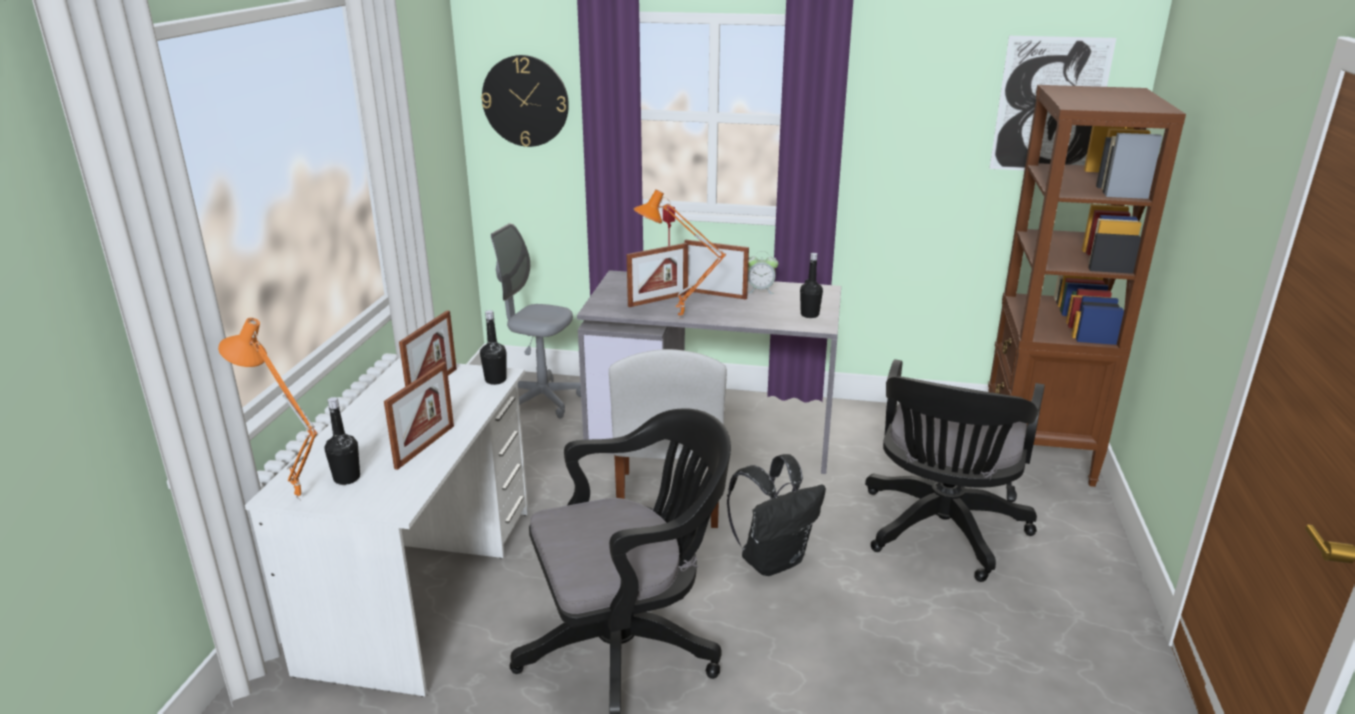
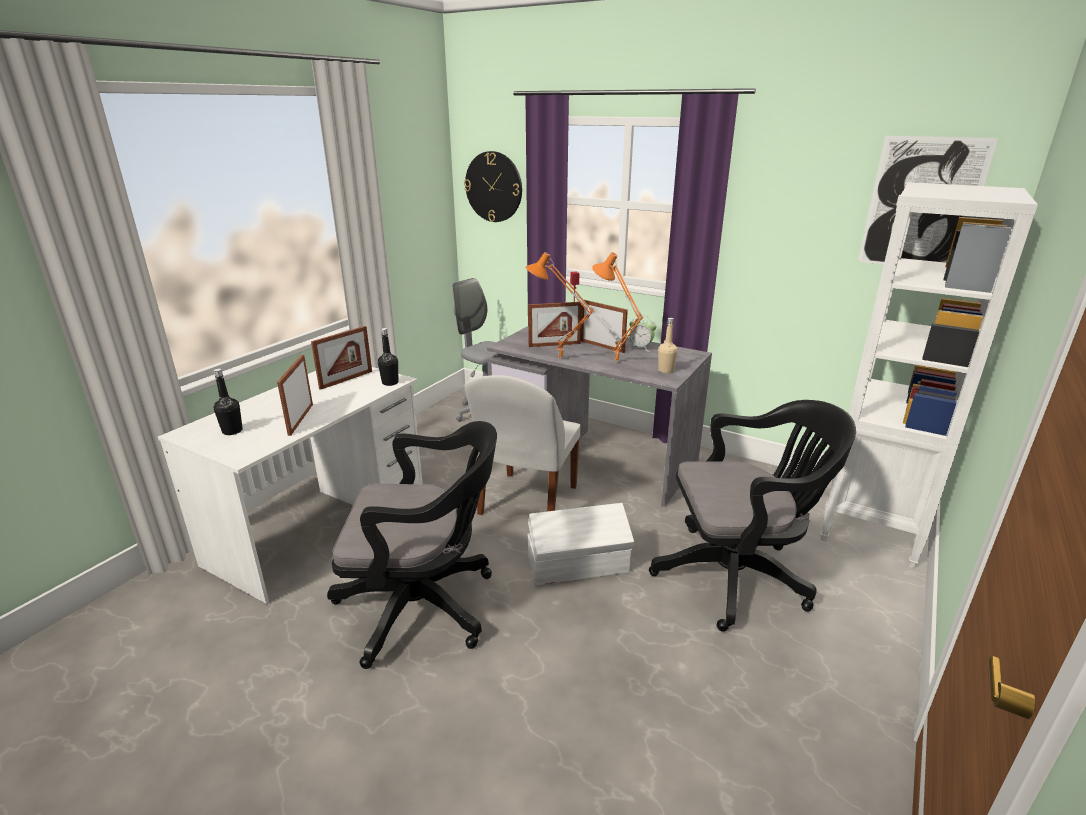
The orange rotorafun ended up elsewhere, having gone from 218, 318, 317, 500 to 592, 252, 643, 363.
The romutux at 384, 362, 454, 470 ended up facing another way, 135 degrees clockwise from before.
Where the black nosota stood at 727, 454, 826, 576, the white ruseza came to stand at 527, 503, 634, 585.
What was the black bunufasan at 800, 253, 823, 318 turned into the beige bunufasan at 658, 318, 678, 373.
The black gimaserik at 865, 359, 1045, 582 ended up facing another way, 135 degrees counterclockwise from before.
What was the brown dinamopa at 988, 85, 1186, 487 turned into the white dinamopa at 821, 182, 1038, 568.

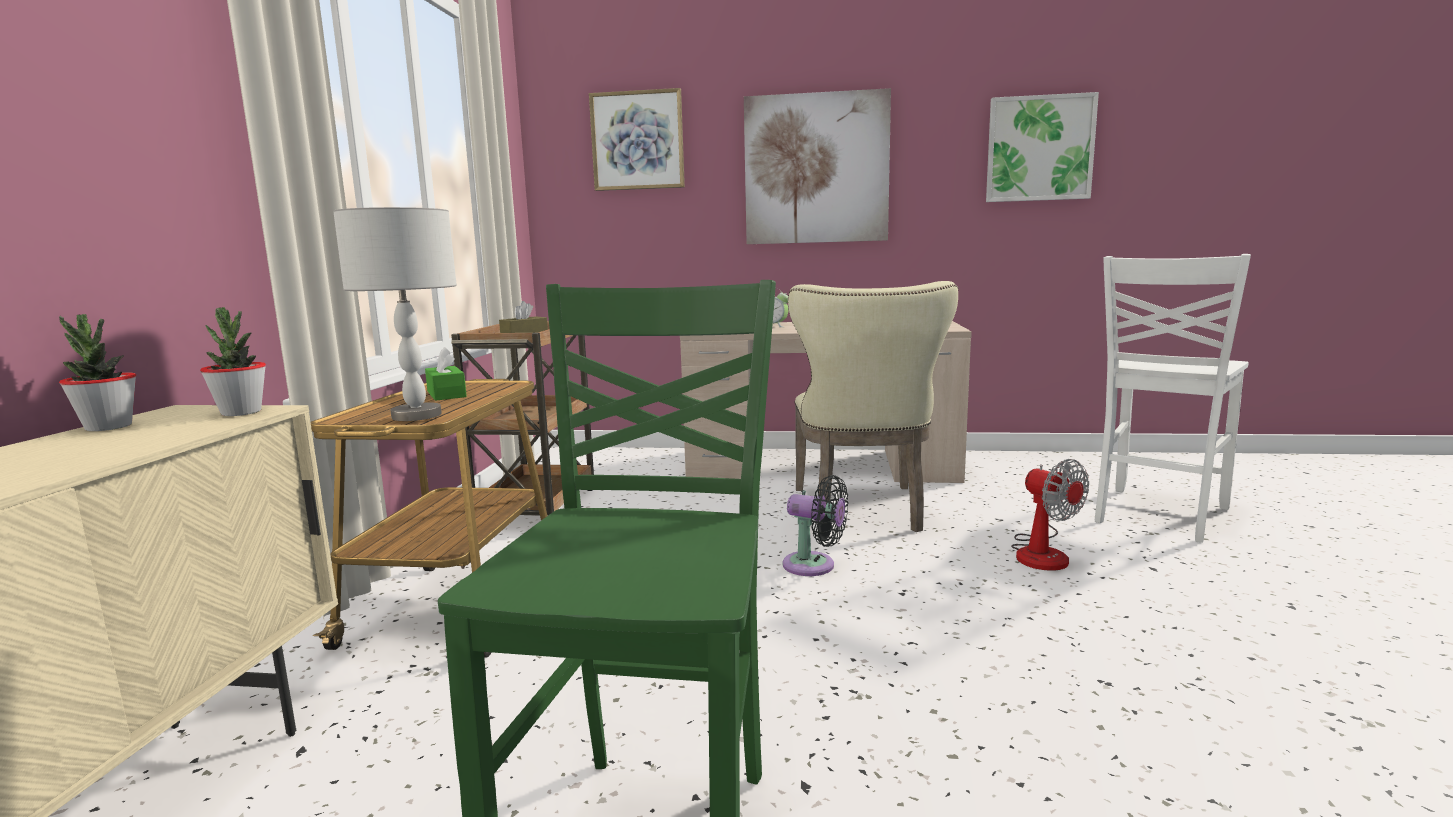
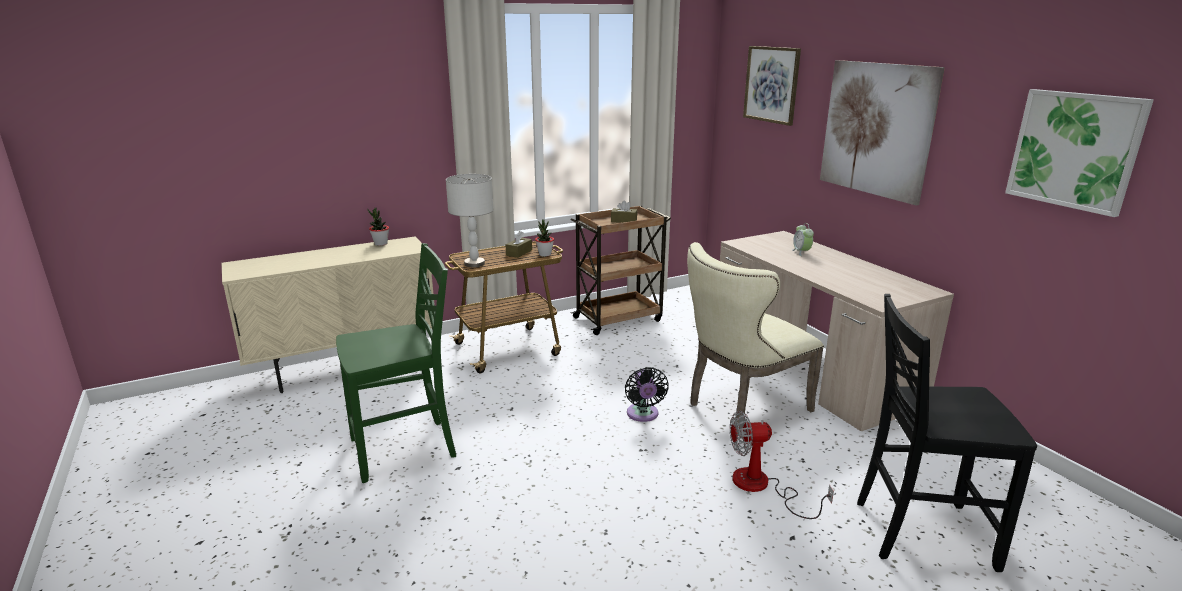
The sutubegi ended up elsewhere, having gone from 200, 307, 266, 416 to 535, 219, 554, 257.
What was the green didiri at 425, 347, 467, 401 turned into the brown didiri at 506, 231, 532, 258.
The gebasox at 1011, 459, 1089, 571 ended up facing another way, 60 degrees clockwise from before.
What was the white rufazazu at 1095, 254, 1251, 543 turned into the black rufazazu at 857, 294, 1037, 572.

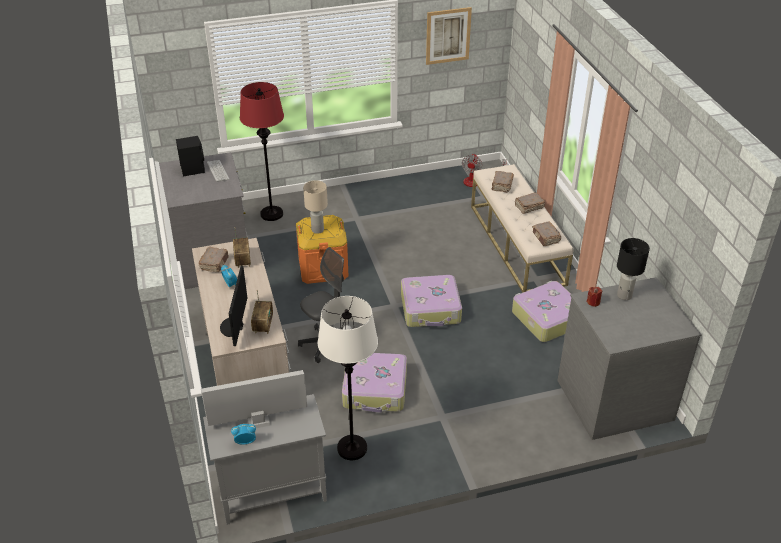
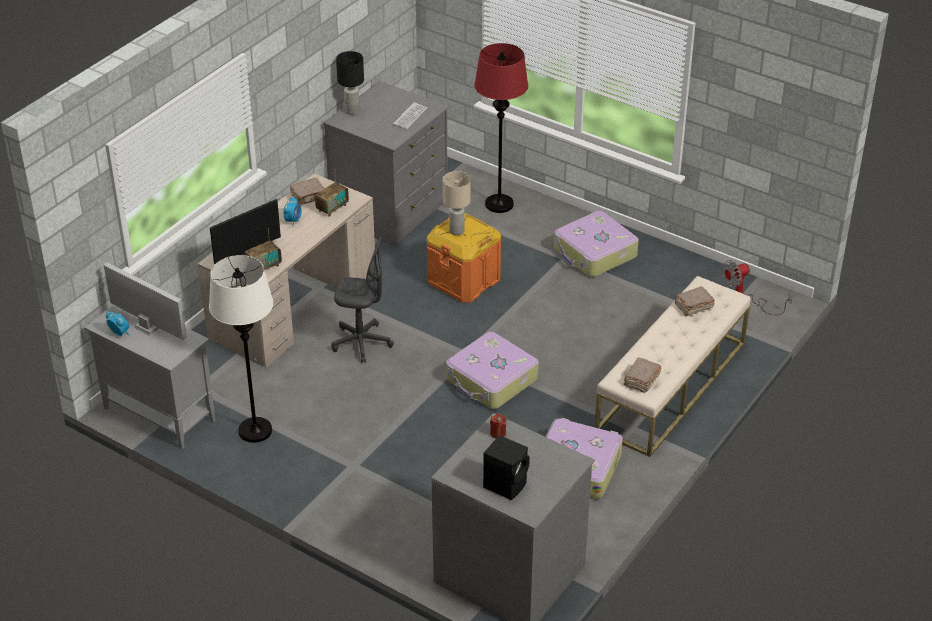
The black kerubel ended up elsewhere, having gone from 176, 136, 205, 176 to 483, 435, 530, 500.
The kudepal ended up elsewhere, having gone from 342, 353, 407, 413 to 554, 211, 639, 277.
The second view lost the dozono at 426, 7, 472, 65.
The second view lost the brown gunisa at 515, 192, 545, 214.
The black rotorafun ended up elsewhere, having gone from 617, 238, 650, 300 to 336, 51, 364, 115.

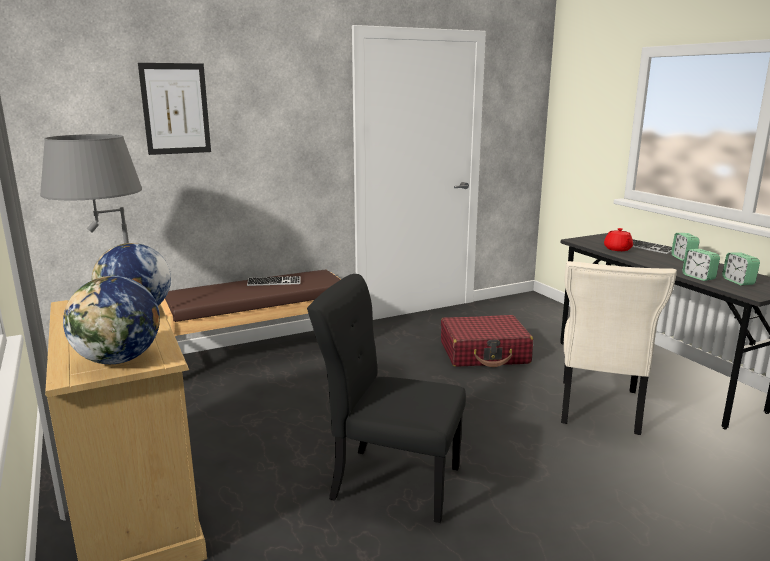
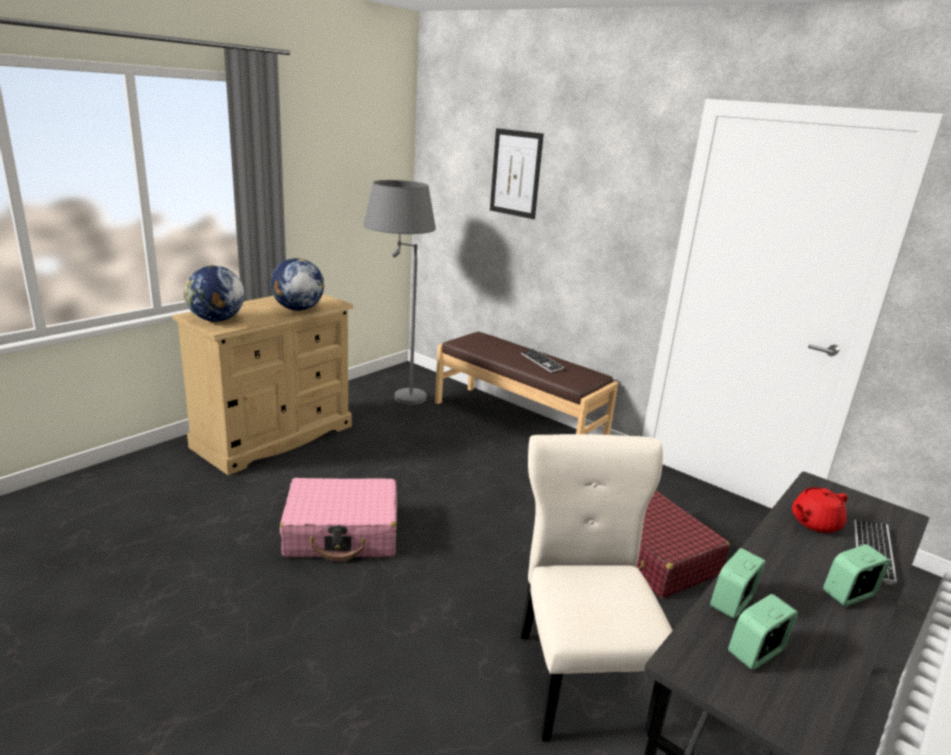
Where the black rufazazu stood at 307, 274, 466, 523, the pink kudepal came to stand at 280, 478, 397, 561.
The beige rufazazu at 561, 261, 677, 435 ended up facing another way, 90 degrees clockwise from before.

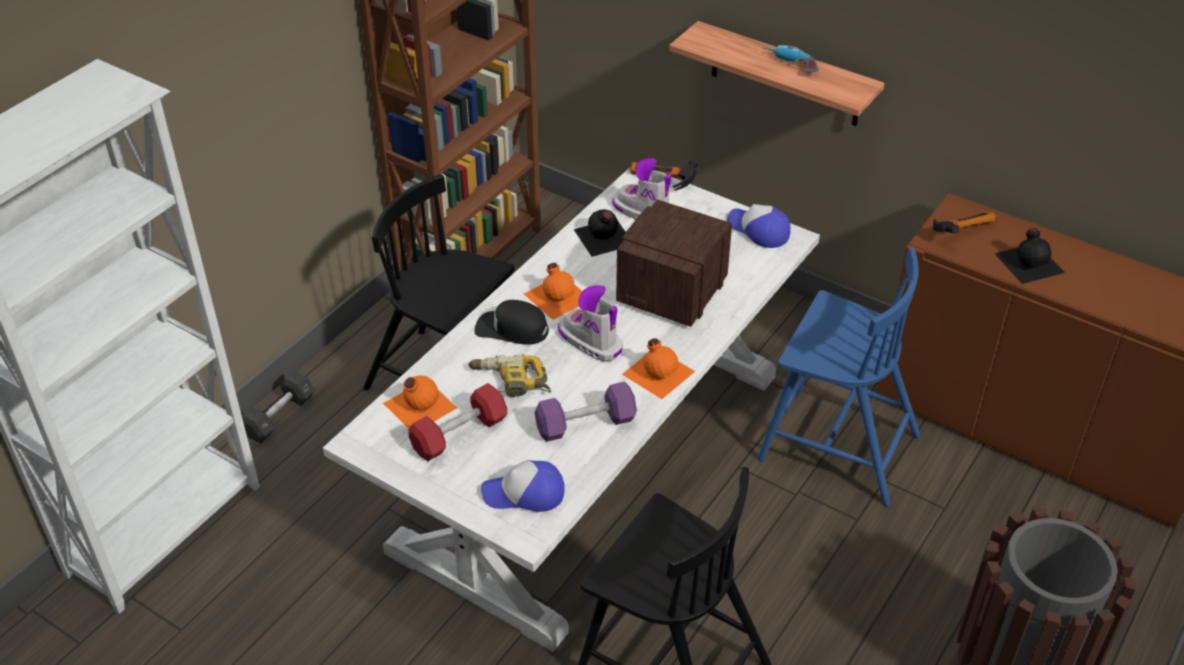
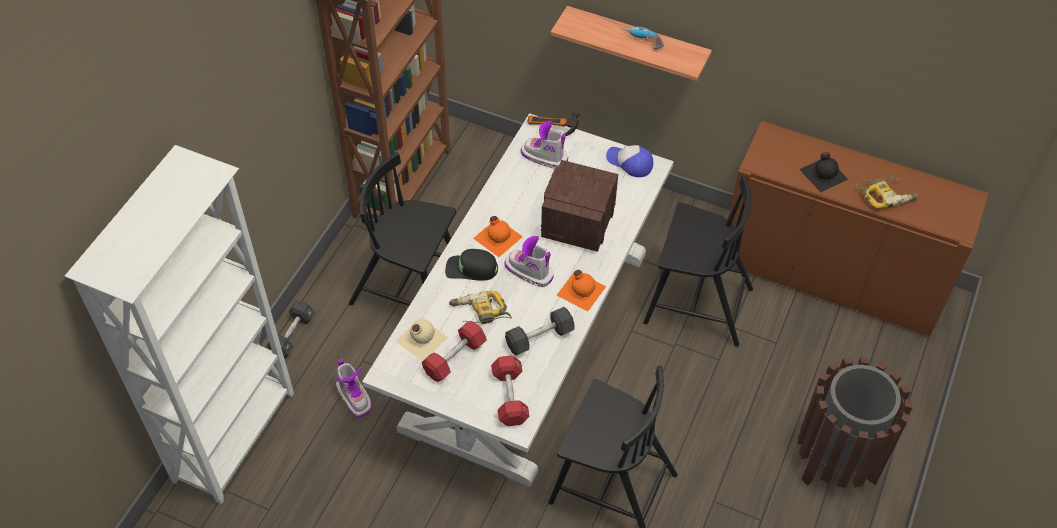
What was the orange bunufasan at 383, 375, 457, 429 turned into the beige bunufasan at 396, 318, 448, 361.
Where the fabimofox stood at 481, 460, 565, 512, the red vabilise came to stand at 491, 356, 530, 426.
What was the purple vabilise at 535, 381, 637, 442 turned into the black vabilise at 505, 307, 575, 355.
The second view lost the black bunufasan at 573, 209, 625, 257.
What was the blue rufazazu at 757, 247, 921, 506 turned into the black rufazazu at 643, 176, 753, 347.
The second view lost the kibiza at 933, 212, 996, 233.
The second view gained the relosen at 336, 359, 372, 418.
The second view gained the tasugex at 855, 178, 919, 209.

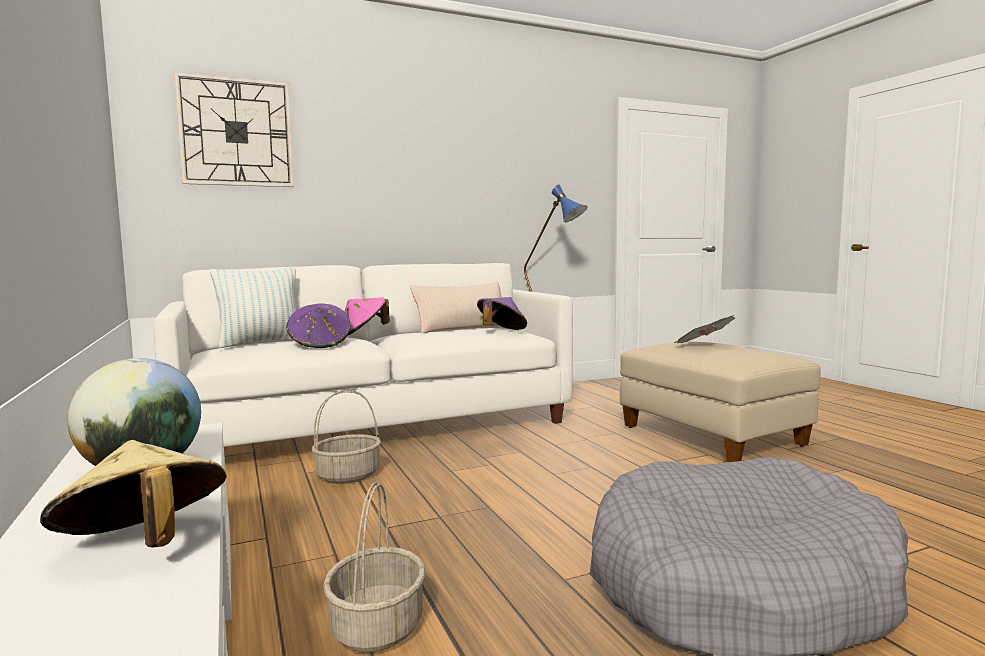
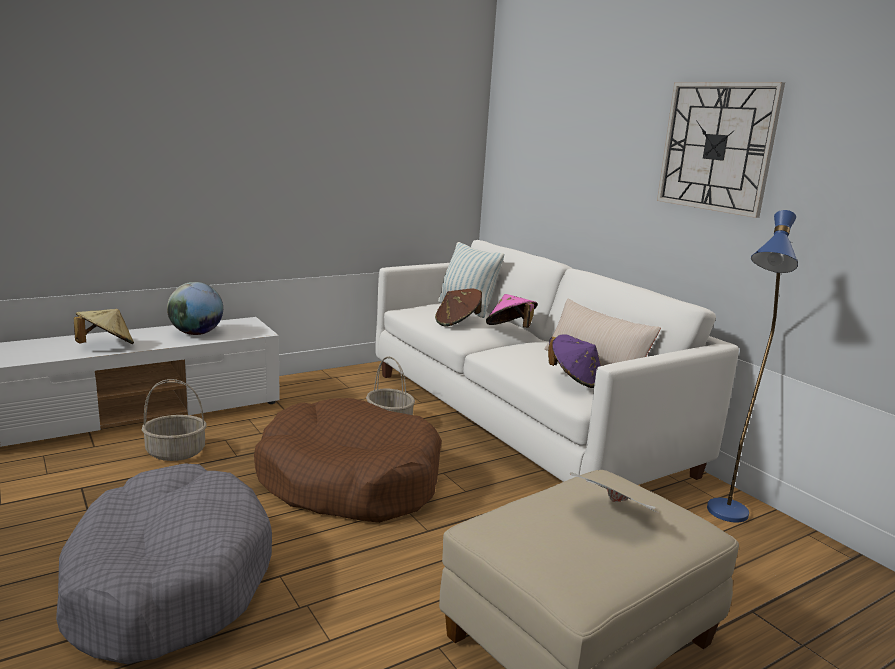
The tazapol ended up elsewhere, having gone from 174, 72, 294, 187 to 657, 82, 785, 218.
What was the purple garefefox at 286, 304, 351, 348 turned into the brown garefefox at 435, 288, 482, 327.
The second view gained the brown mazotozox at 254, 398, 442, 523.

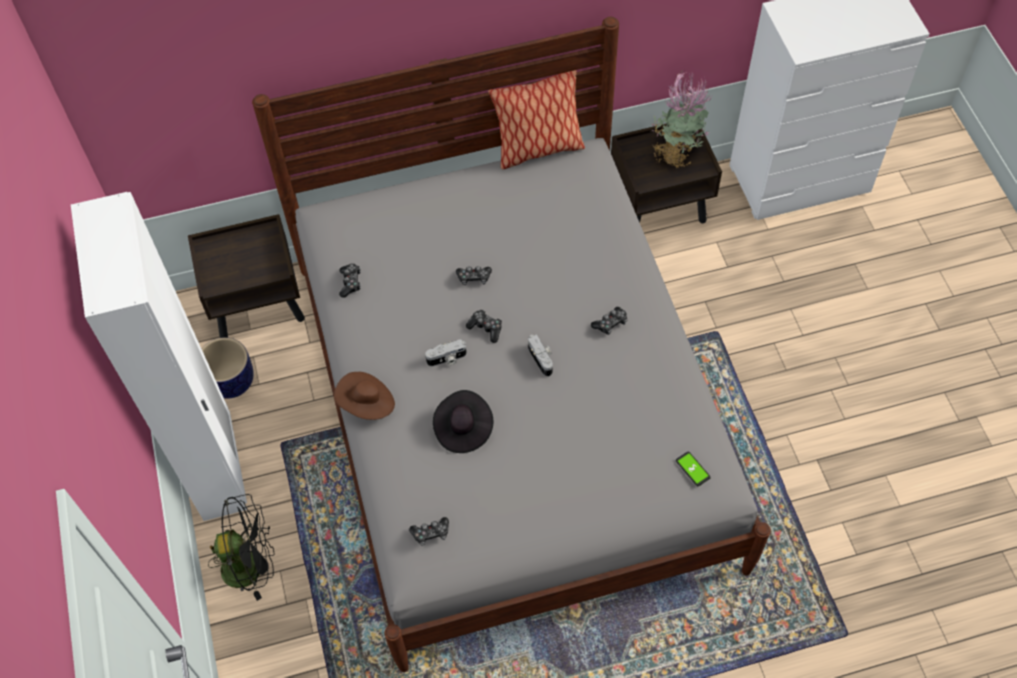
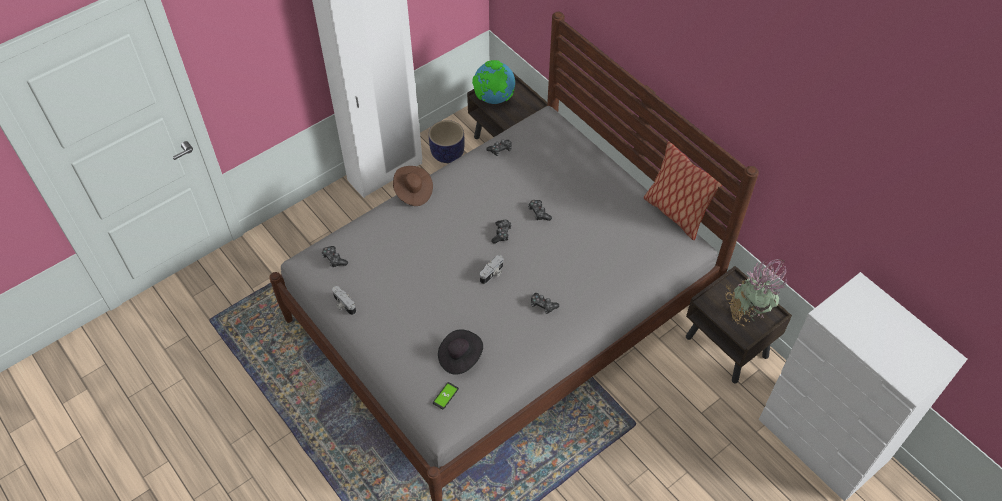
The second view lost the black gebasox at 208, 494, 275, 601.
The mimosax ended up elsewhere, having gone from 425, 339, 467, 366 to 332, 286, 356, 315.
The black garefefox ended up elsewhere, having gone from 433, 390, 493, 453 to 438, 330, 483, 375.
The second view gained the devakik at 472, 60, 515, 104.

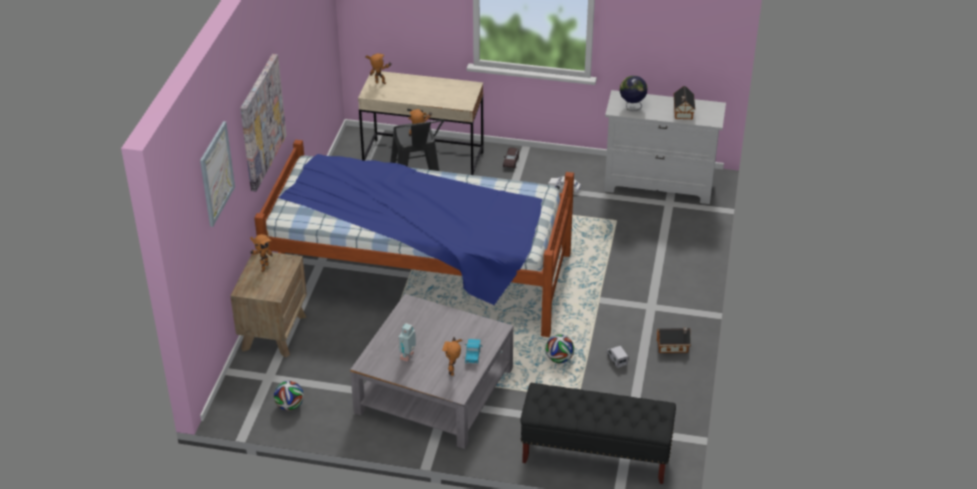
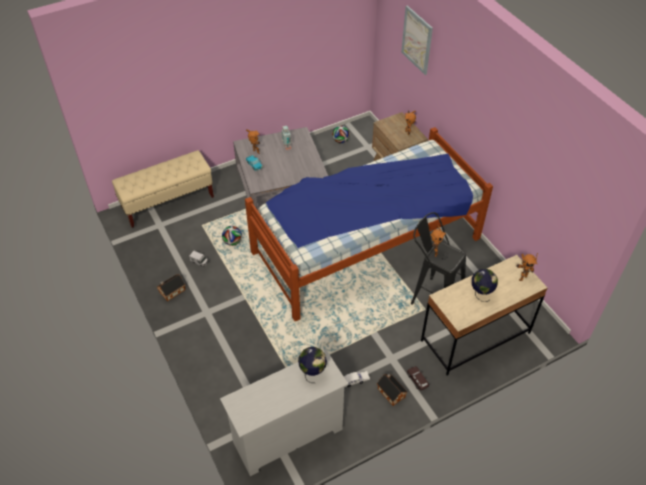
The second view lost the dozono at 240, 54, 286, 191.
What was the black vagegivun at 520, 383, 676, 484 turned into the beige vagegivun at 112, 150, 214, 228.
The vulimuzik ended up elsewhere, having gone from 673, 86, 695, 119 to 377, 374, 407, 406.
The second view gained the devakik at 472, 269, 498, 302.

